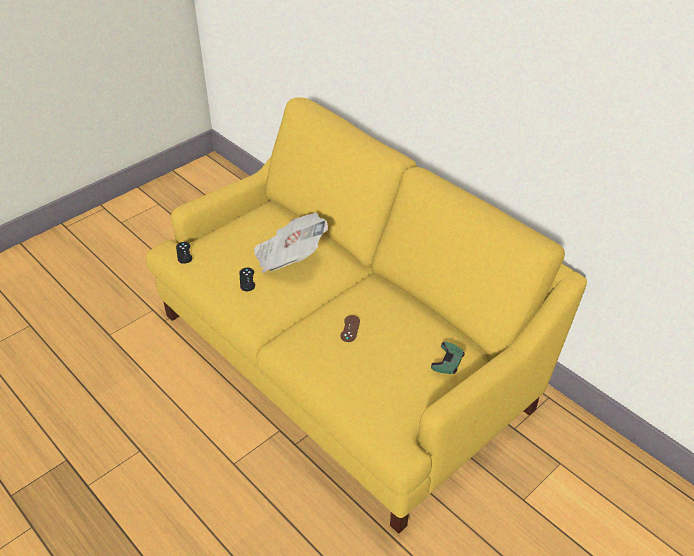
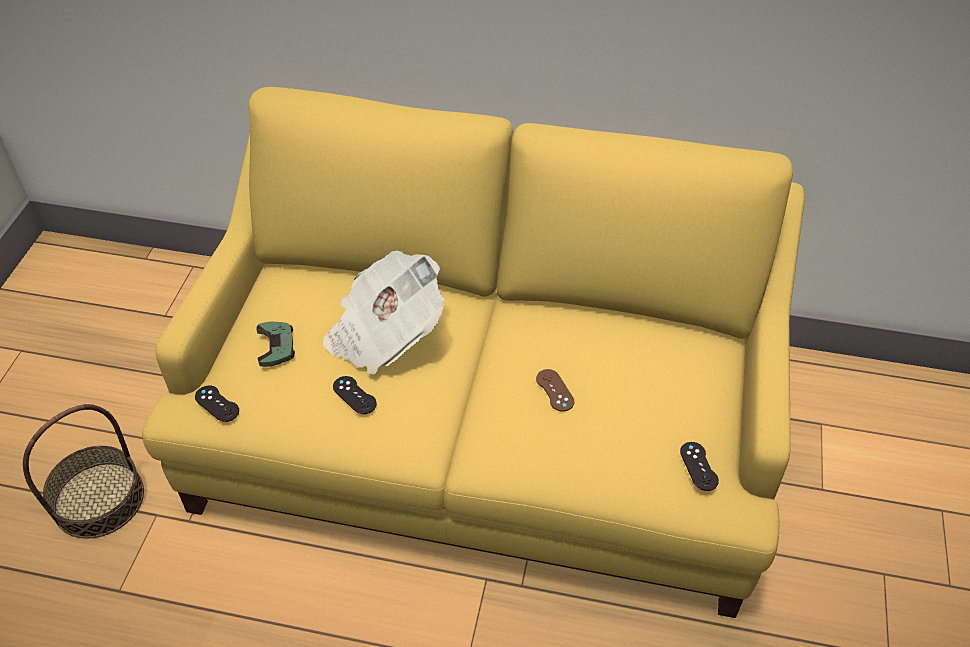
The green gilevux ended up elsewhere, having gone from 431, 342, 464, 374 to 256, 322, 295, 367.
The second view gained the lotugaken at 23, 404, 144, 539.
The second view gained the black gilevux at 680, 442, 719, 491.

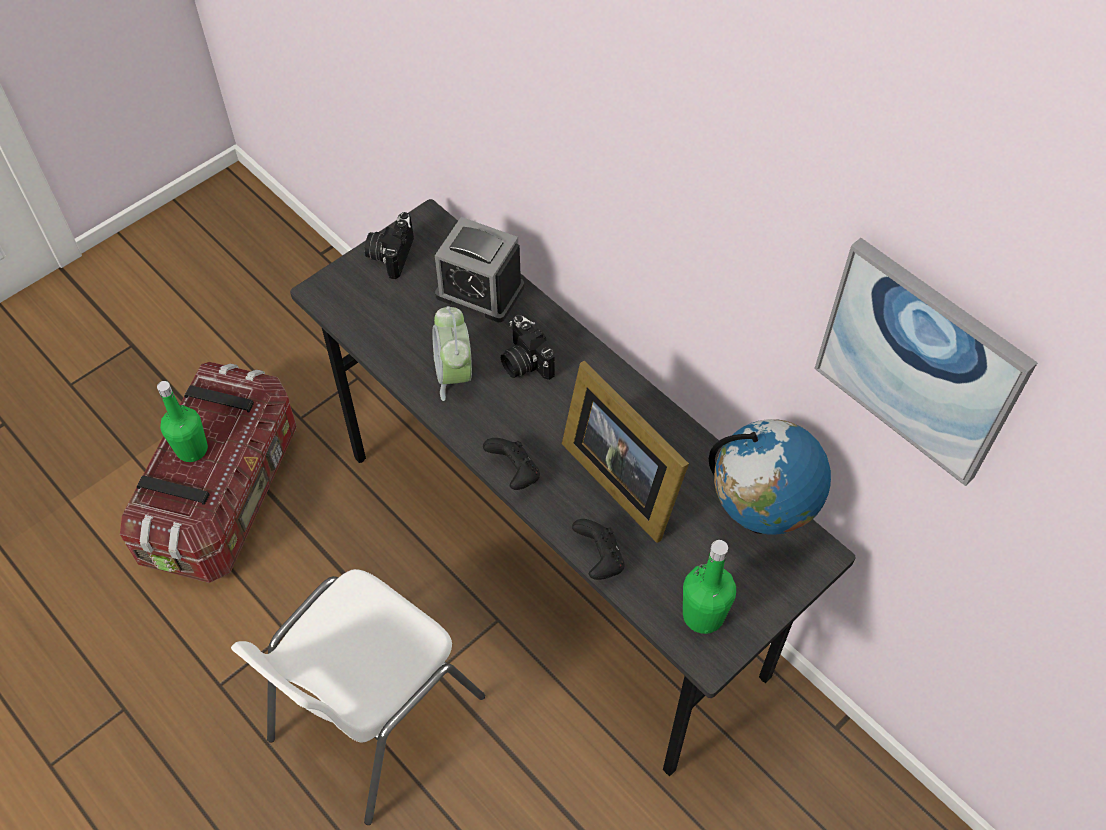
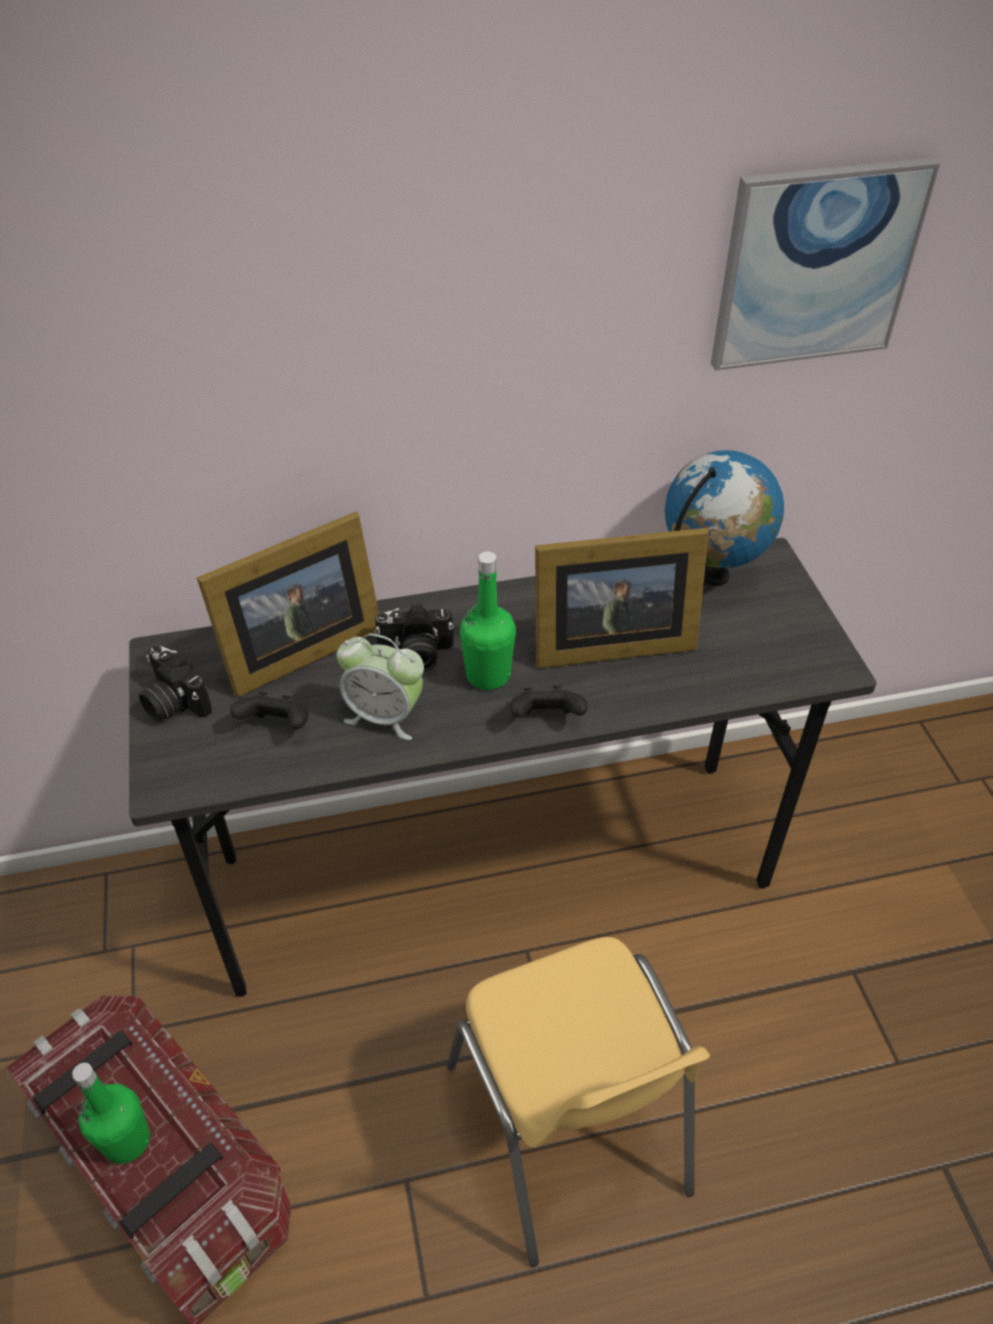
What was the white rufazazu at 231, 569, 485, 825 turned into the yellow rufazazu at 447, 937, 710, 1267.
Where the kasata stood at 435, 217, 524, 322, the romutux came to stand at 197, 512, 379, 698.
The black gilevux ended up elsewhere, having gone from 572, 519, 624, 580 to 230, 692, 309, 730.
The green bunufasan ended up elsewhere, having gone from 683, 540, 736, 634 to 460, 551, 516, 690.

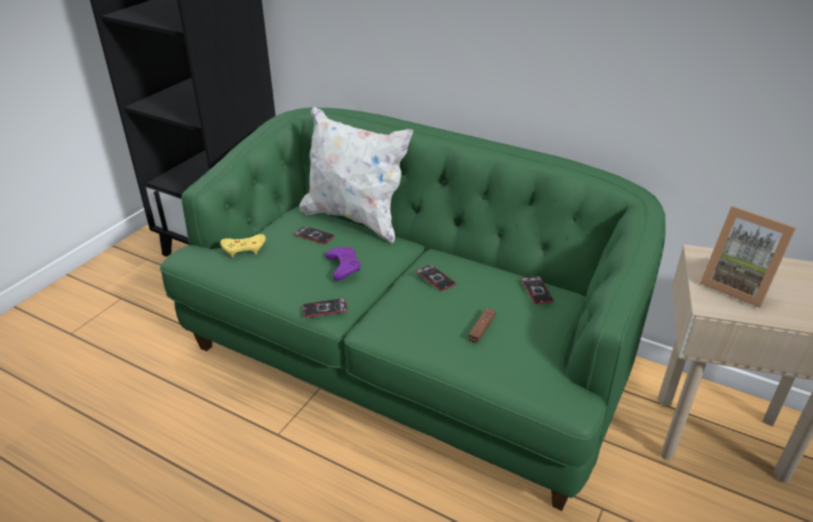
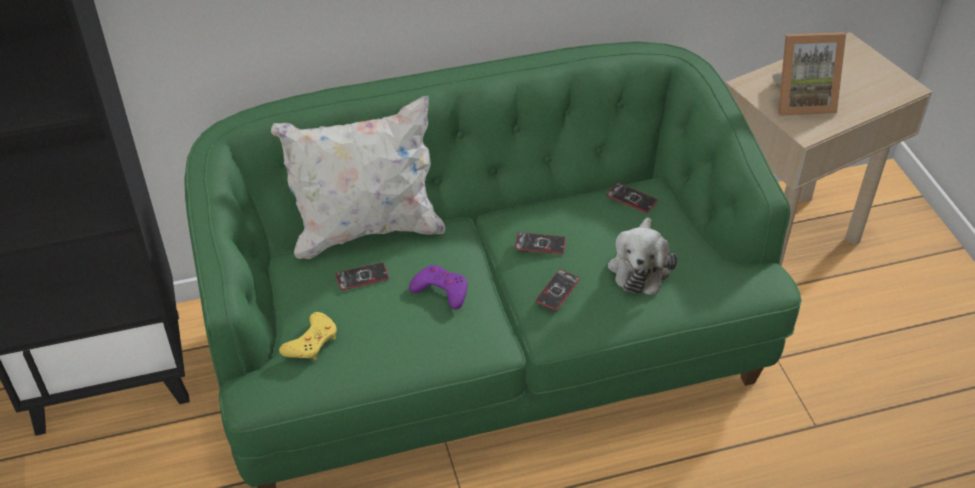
The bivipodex ended up elsewhere, having gone from 303, 298, 348, 318 to 536, 270, 580, 310.
Where the brown gilevux stood at 469, 308, 496, 343, the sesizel came to stand at 608, 217, 678, 295.

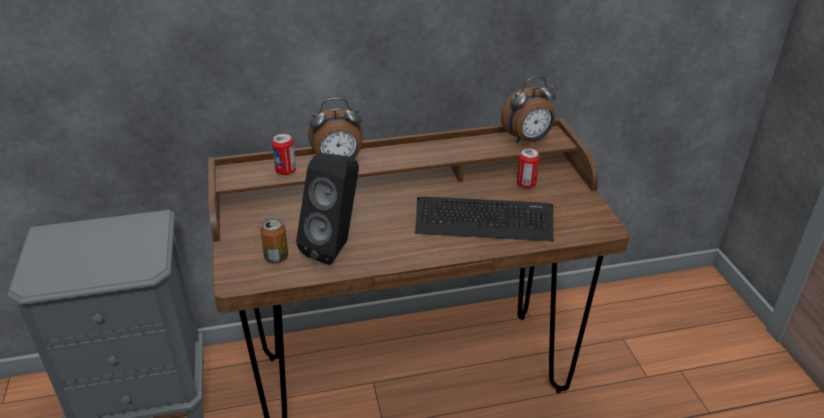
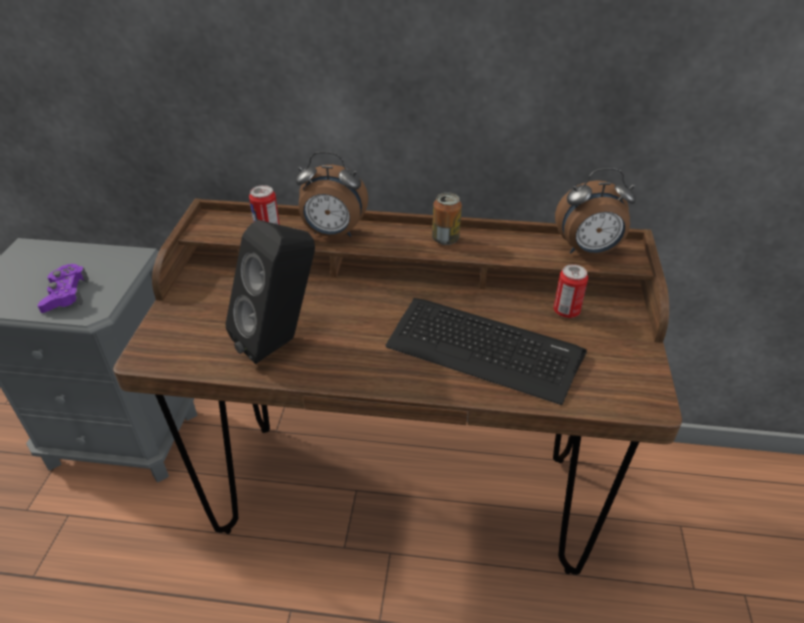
The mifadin ended up elsewhere, having gone from 260, 218, 288, 263 to 432, 192, 462, 245.
The second view gained the purple gilevux at 37, 264, 89, 313.

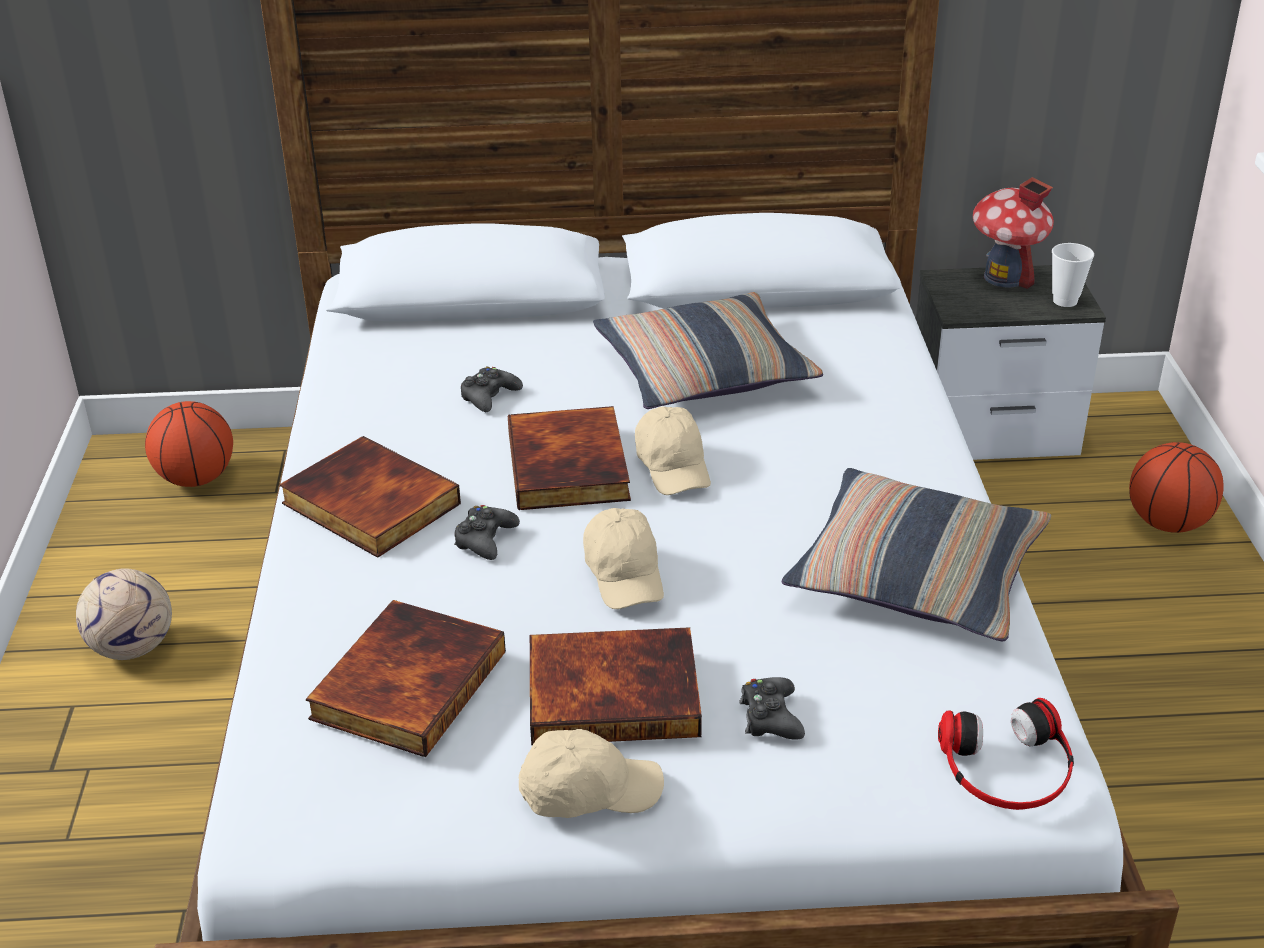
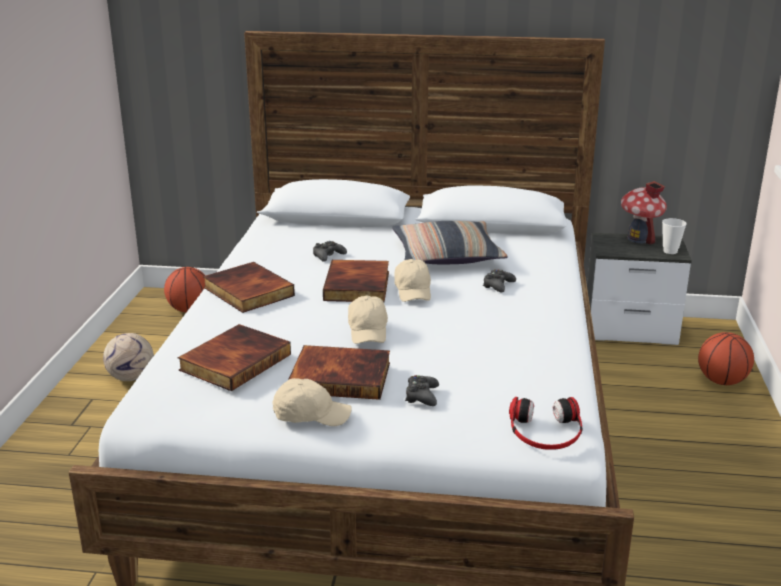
The black gilevux ended up elsewhere, having gone from 454, 505, 520, 560 to 483, 269, 516, 293.
The second view lost the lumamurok at 782, 468, 1051, 641.

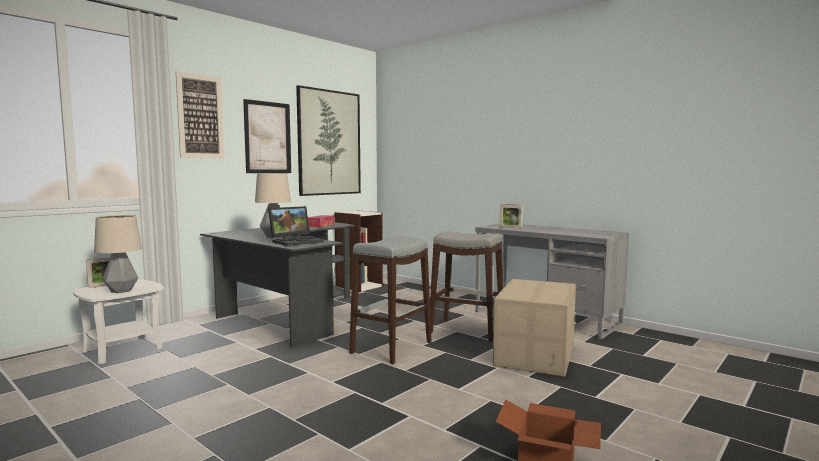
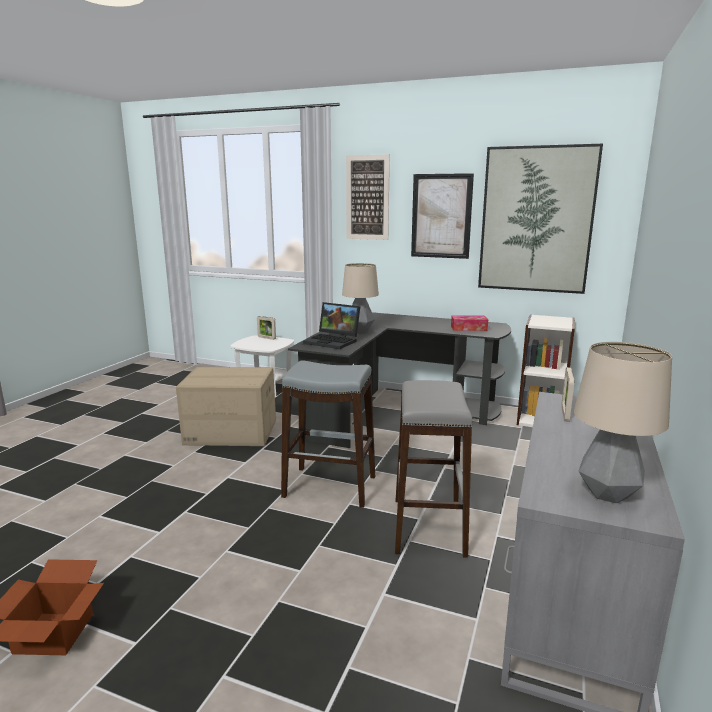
The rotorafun ended up elsewhere, having gone from 94, 215, 142, 293 to 574, 342, 672, 503.
The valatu ended up elsewhere, having gone from 493, 279, 576, 377 to 176, 367, 276, 446.

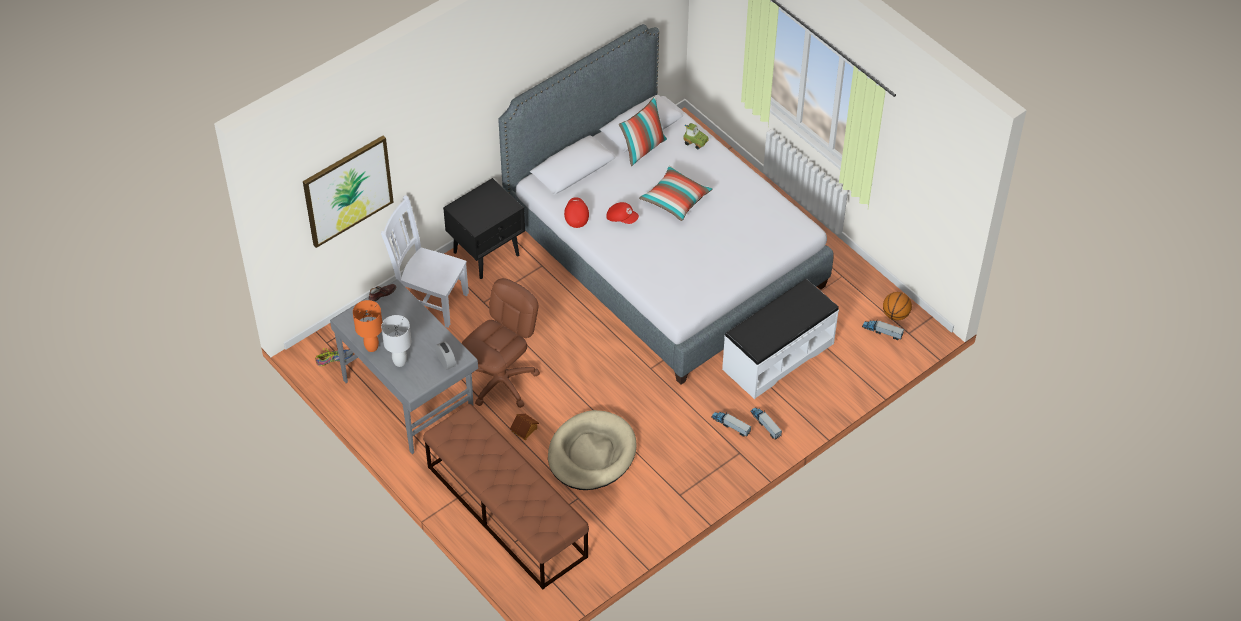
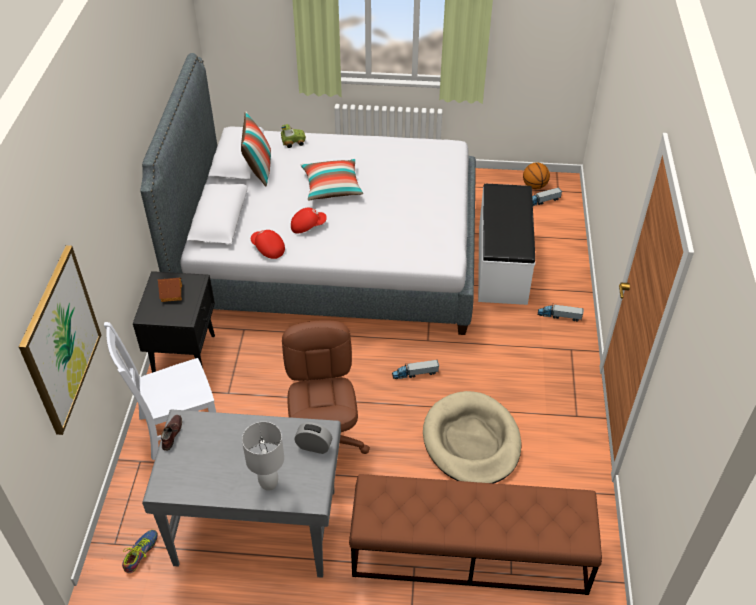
The second view lost the orange rotorafun at 353, 300, 382, 352.
The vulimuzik ended up elsewhere, having gone from 510, 414, 539, 440 to 157, 278, 182, 302.
The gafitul ended up elsewhere, having gone from 711, 412, 751, 437 to 392, 360, 439, 379.

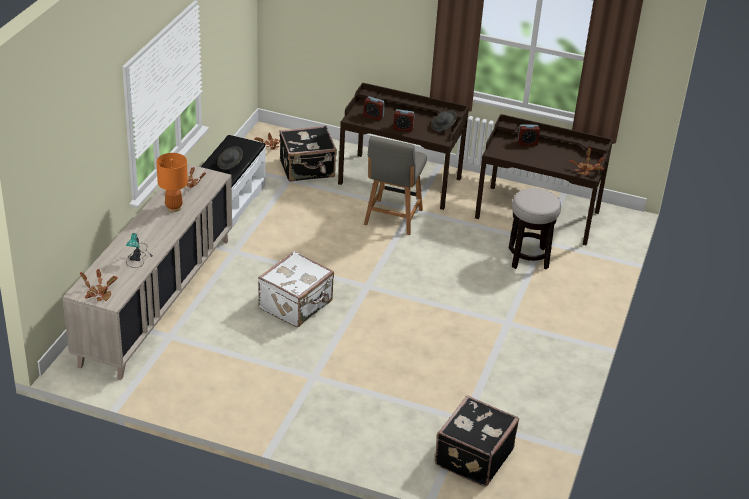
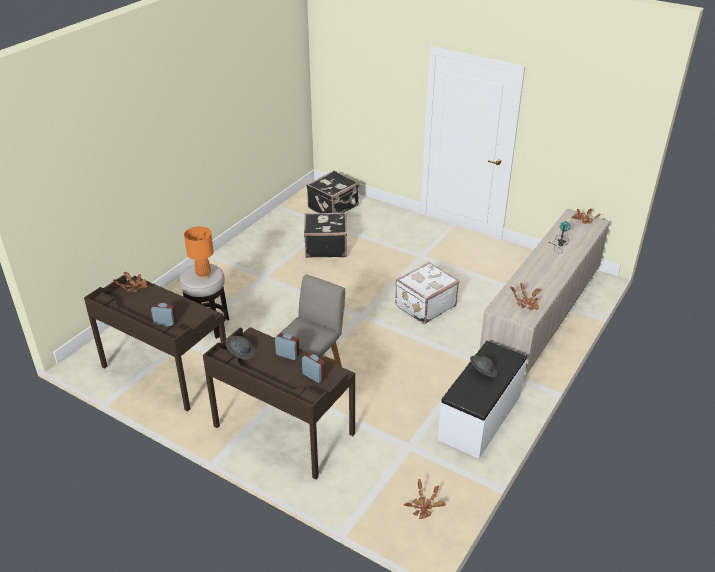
The orange rotorafun ended up elsewhere, having gone from 156, 153, 188, 212 to 184, 226, 214, 279.
The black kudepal ended up elsewhere, having gone from 279, 126, 337, 182 to 304, 212, 347, 258.

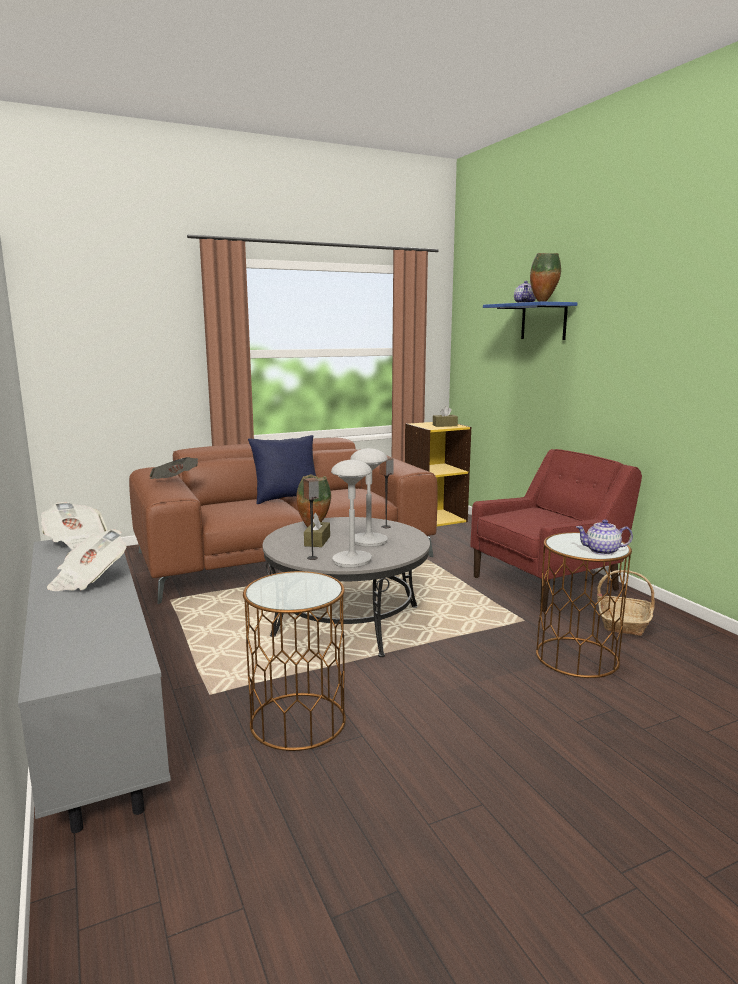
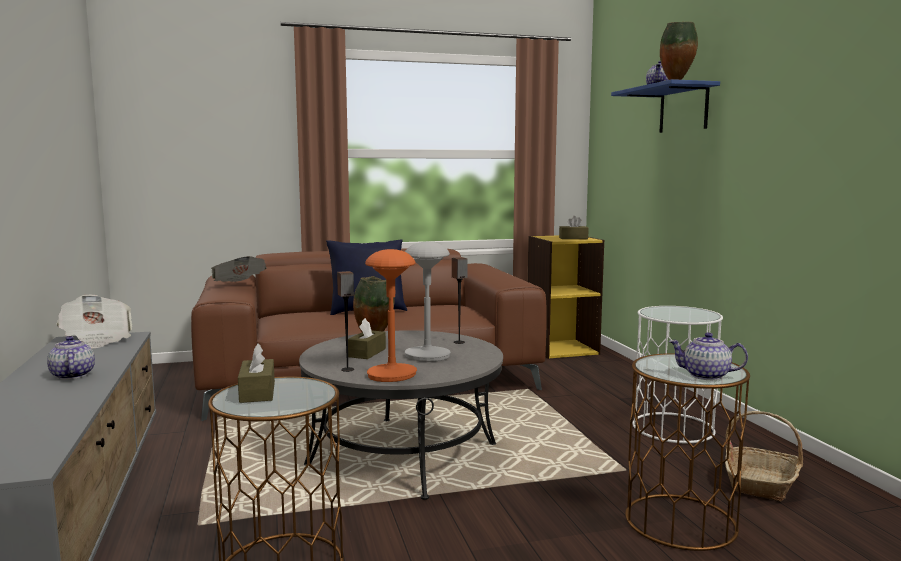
Where the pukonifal stood at 47, 529, 127, 591, the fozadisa came to stand at 47, 336, 95, 380.
What was the grey rotorafun at 331, 460, 372, 568 turned into the orange rotorafun at 365, 249, 417, 382.
Where the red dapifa stood at 470, 449, 642, 612, the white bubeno came to stand at 633, 306, 723, 443.
The second view gained the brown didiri at 238, 343, 275, 403.

